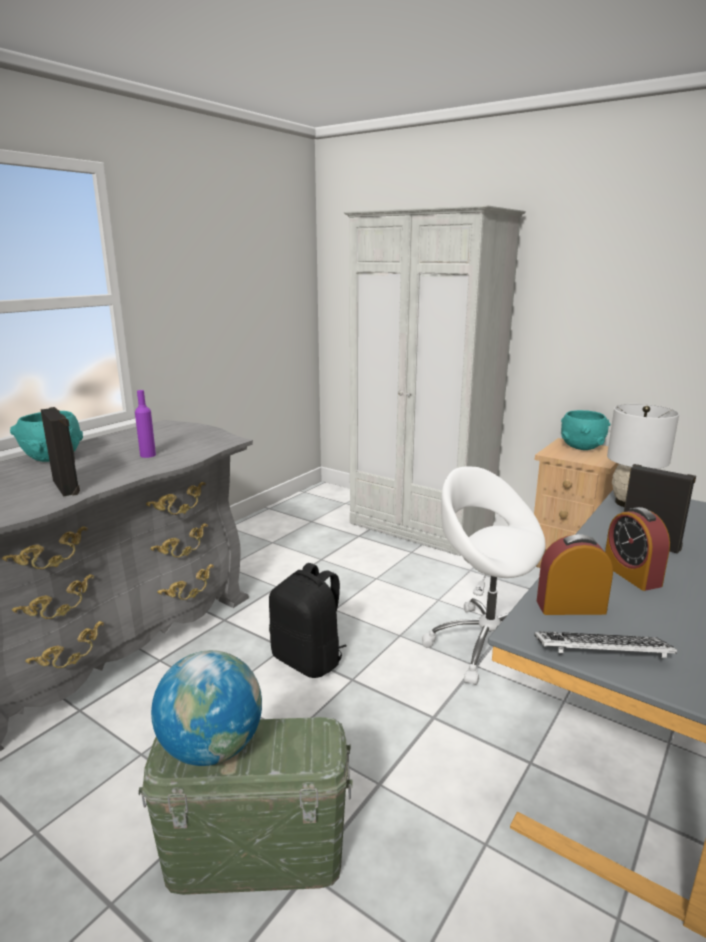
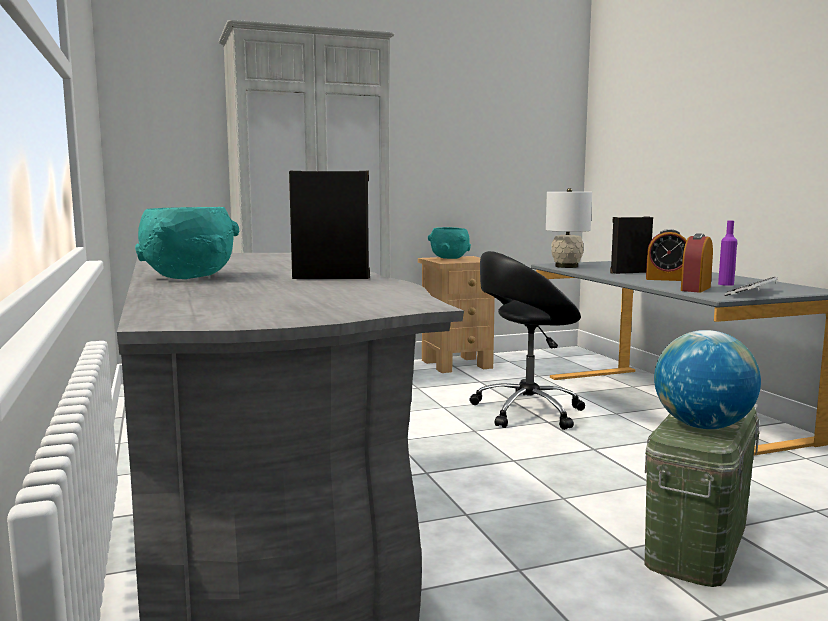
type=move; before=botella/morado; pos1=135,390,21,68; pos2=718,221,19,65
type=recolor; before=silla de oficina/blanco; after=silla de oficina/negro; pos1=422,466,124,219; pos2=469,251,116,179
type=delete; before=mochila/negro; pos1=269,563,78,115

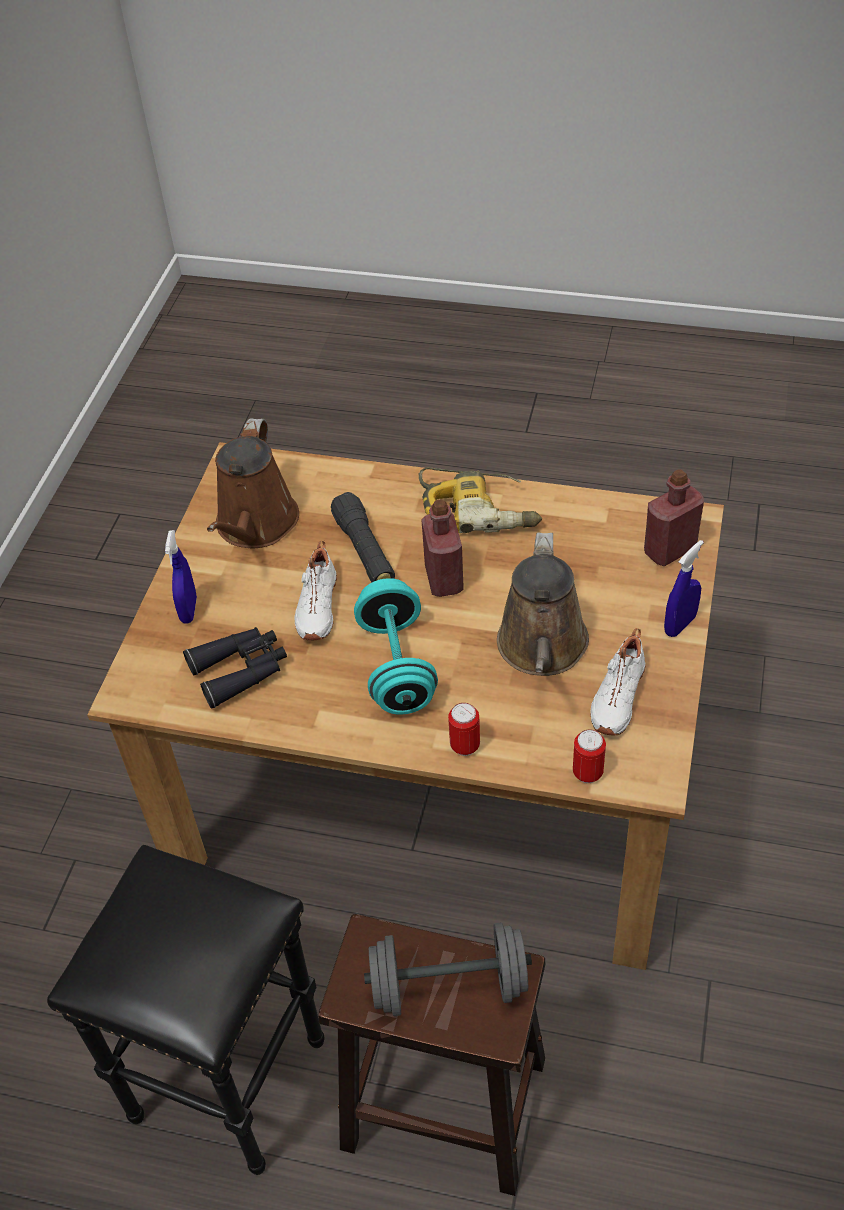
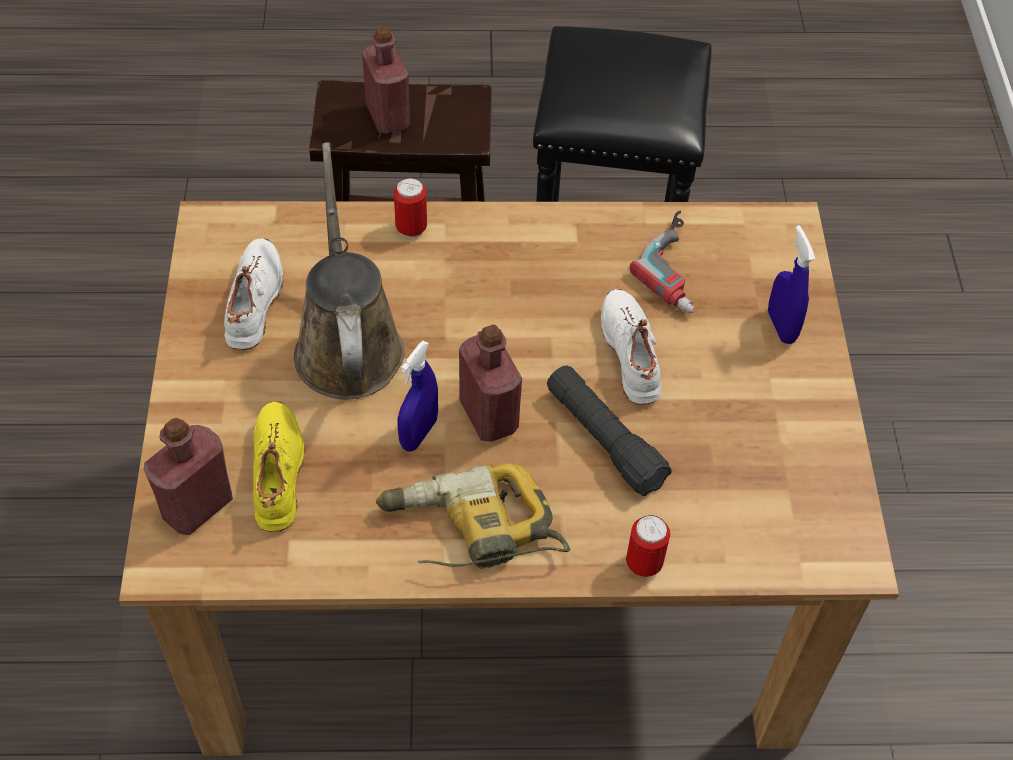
type=delete; before=regadera/marrón; pos1=207,418,92,130
type=move; before=pulverizador/azul; pos1=664,540,40,97; pos2=398,341,40,110
type=delete; before=mancuerna/turquesa; pos1=354,578,84,136
type=replace; before=prismáticos/negro; after=taladro; pos1=183,627,104,82; pos2=630,210,65,103
type=move; before=lata; pos1=573,730,33,53; pos2=626,515,44,62
type=replace; before=mancuerna/gris; after=botella/rojo; pos1=364,922,168,94; pos2=362,26,48,108
type=insert; after=zapato/amarillo; pos2=253,401,52,131

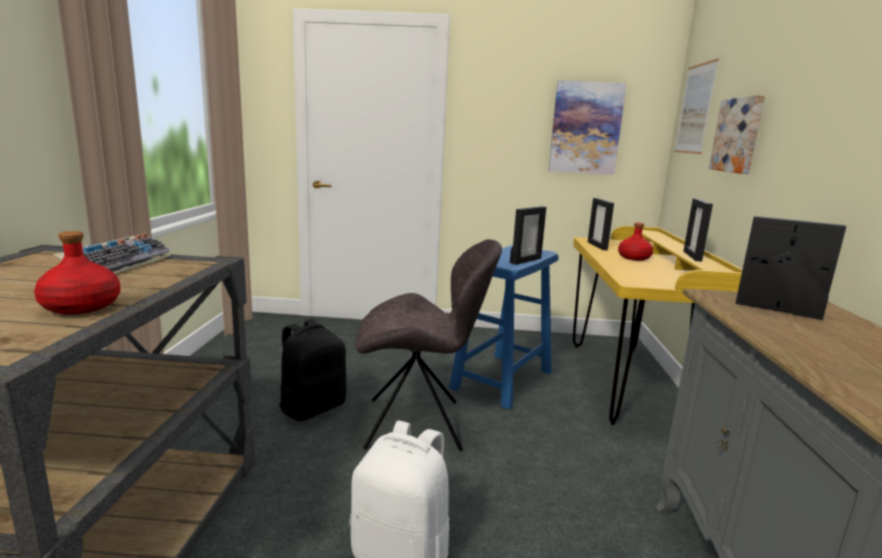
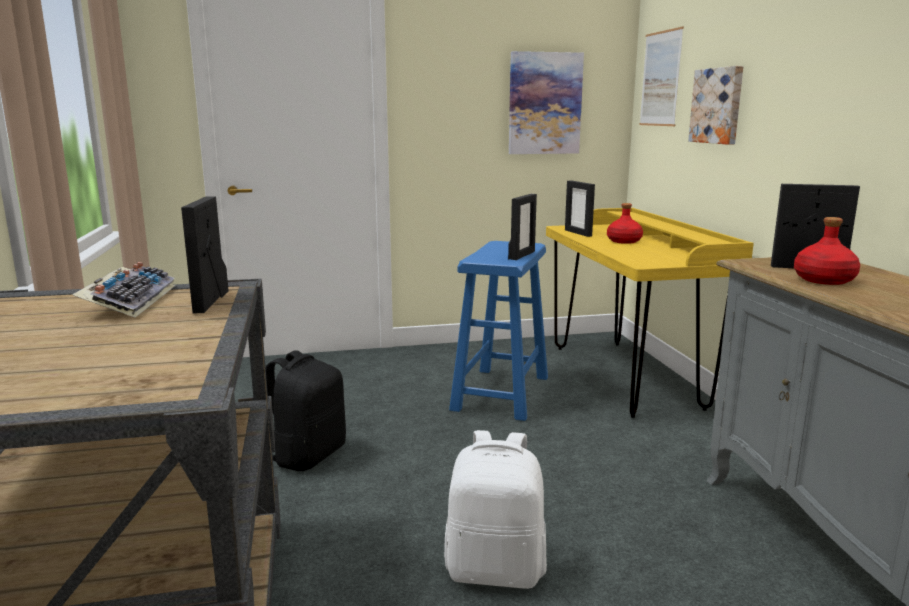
type=move; before=portarretratos; pos1=684,198,29,64; pos2=181,196,48,117
type=move; before=botella/rojo; pos1=34,231,87,84; pos2=794,217,66,68
type=delete; before=silla/gris; pos1=355,239,147,212

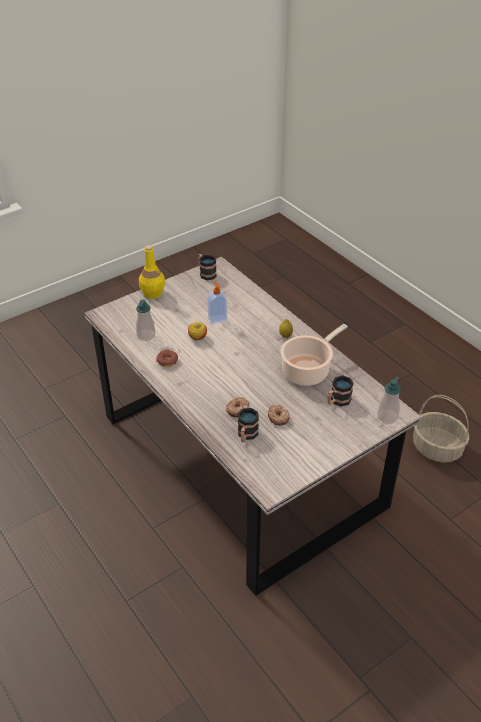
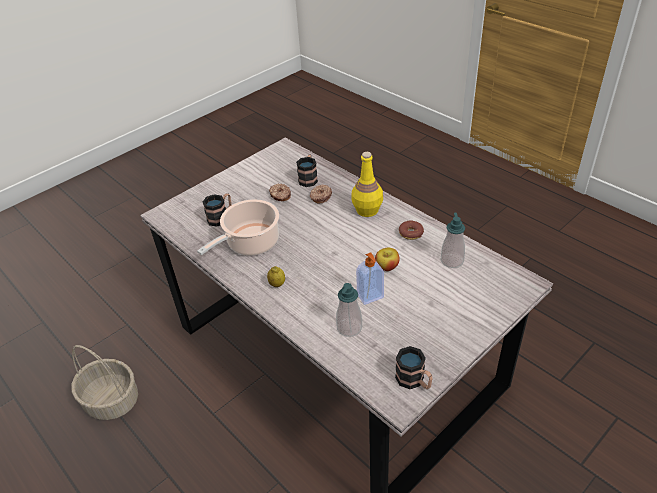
type=move; before=botella/amarillo; pos1=139,245,26,54; pos2=351,152,32,65
type=move; before=dispensador de jabón; pos1=378,377,23,46; pos2=336,283,26,54

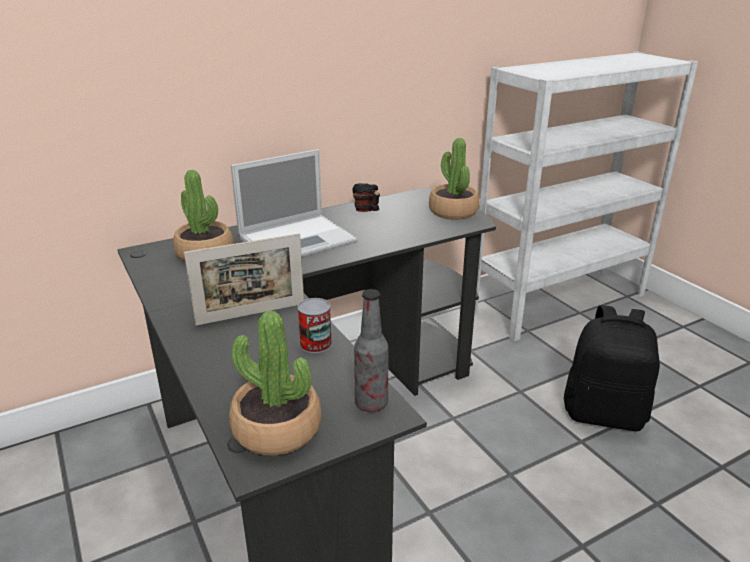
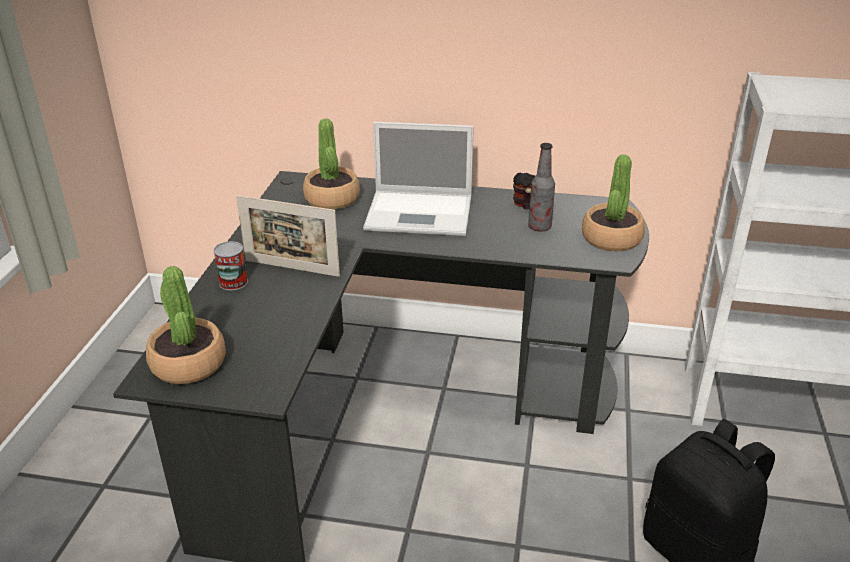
type=move; before=botella; pos1=354,289,34,123; pos2=528,143,27,89
type=move; before=lata; pos1=298,298,34,55; pos2=213,241,35,49

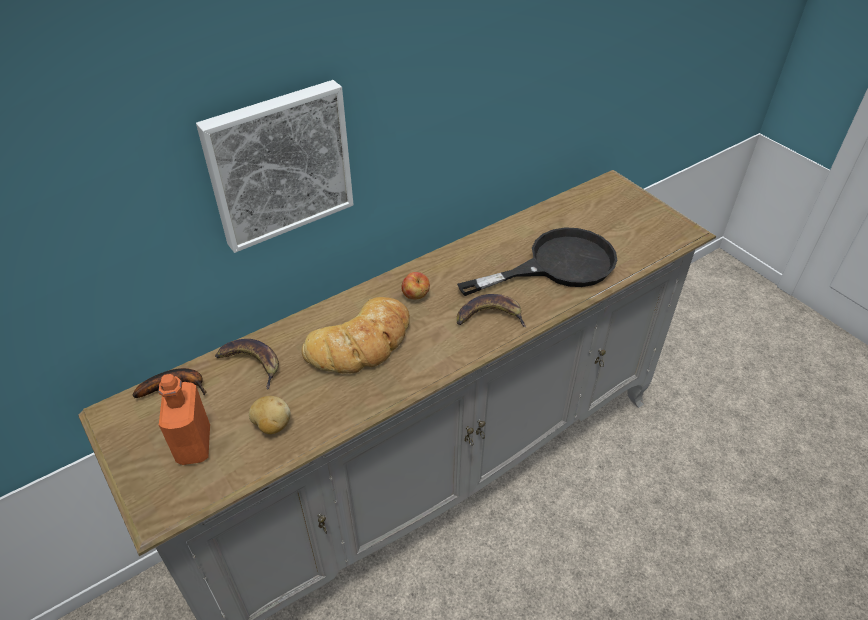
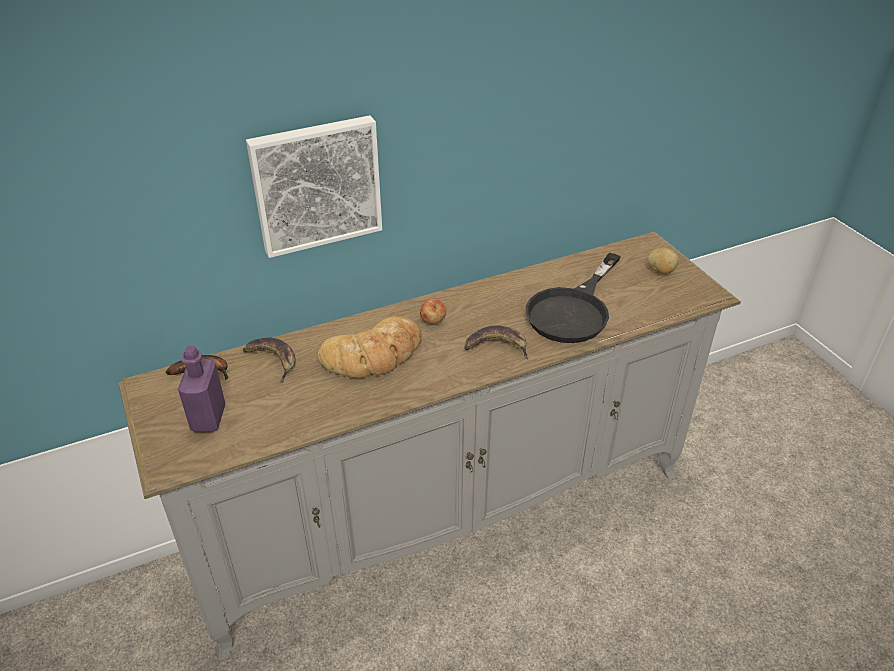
type=rotate; before=sartén/negro; pos1=457,228,160,68; pos2=526,253,95,90; turn=135
type=recolor; before=botella/naranja; after=botella/morado; pos1=158,374,52,91; pos2=178,346,47,86
type=move; before=patata; pos1=249,396,42,38; pos2=648,248,31,26

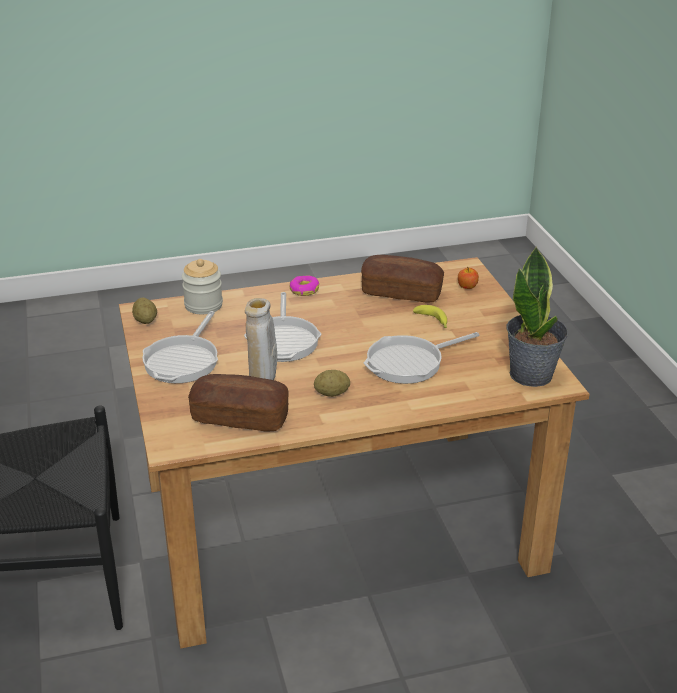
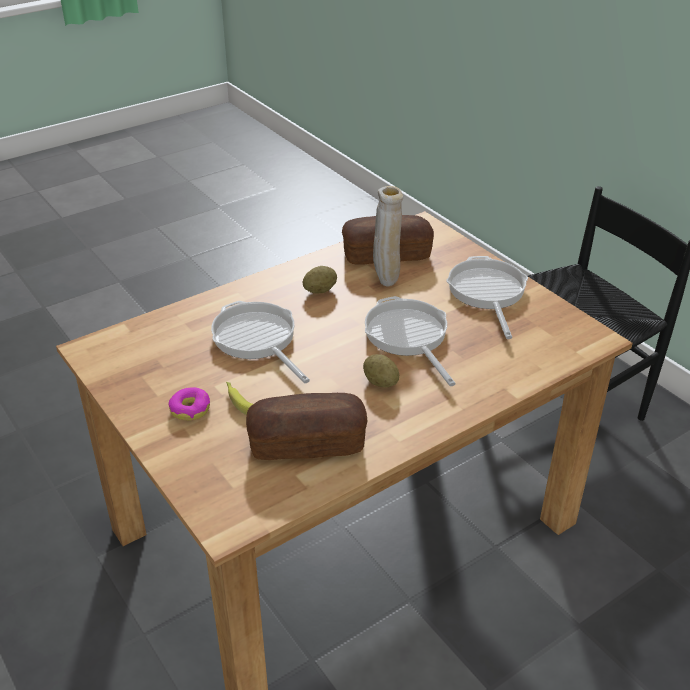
type=delete; before=planta en maceta; pos1=506,246,62,141
type=delete; before=tarro; pos1=182,259,41,55
type=delete; before=manzana; pos1=458,267,21,22
type=move; before=rosquilla; pos1=290,276,29,20; pos2=168,387,42,33
type=move; before=patata; pos1=132,298,25,26; pos2=363,354,36,34
type=rotate; before=sartén; pos1=364,332,115,52; pos2=211,301,99,82; turn=-75

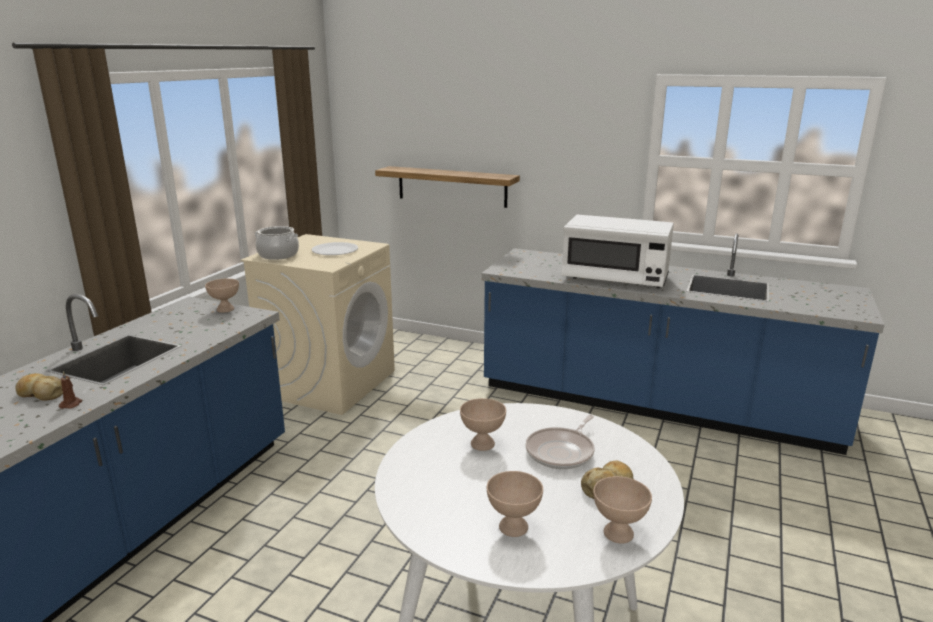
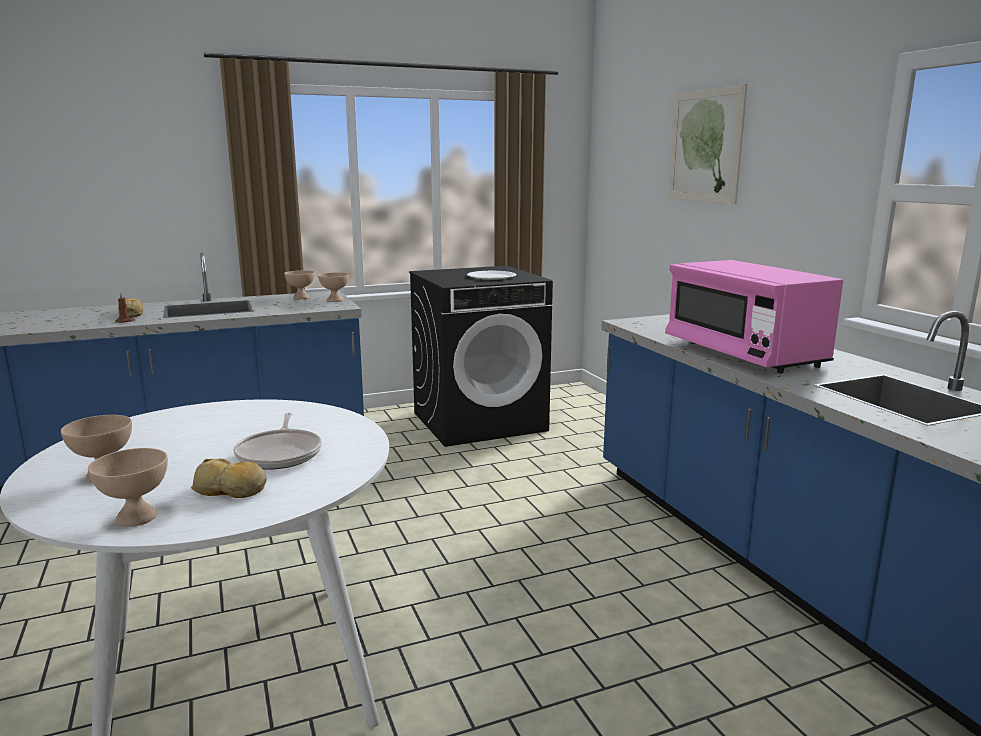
type=delete; before=estante; pos1=375,166,145,42
type=recolor; before=microondas/blanco; after=microondas/rosa; pos1=561,214,113,74; pos2=665,260,178,113
type=delete; before=olla; pos1=255,226,44,34
type=recolor; before=lavadora/beis; after=lavadora/negro; pos1=241,234,154,181; pos2=409,266,144,181
type=move; before=cuenco/beis; pos1=460,398,46,53; pos2=284,270,31,29
type=rotate; before=sartén; pos1=525,415,70,54; pos2=233,413,89,57; turn=-90
type=insert; after=cuadro; pos2=668,84,79,120

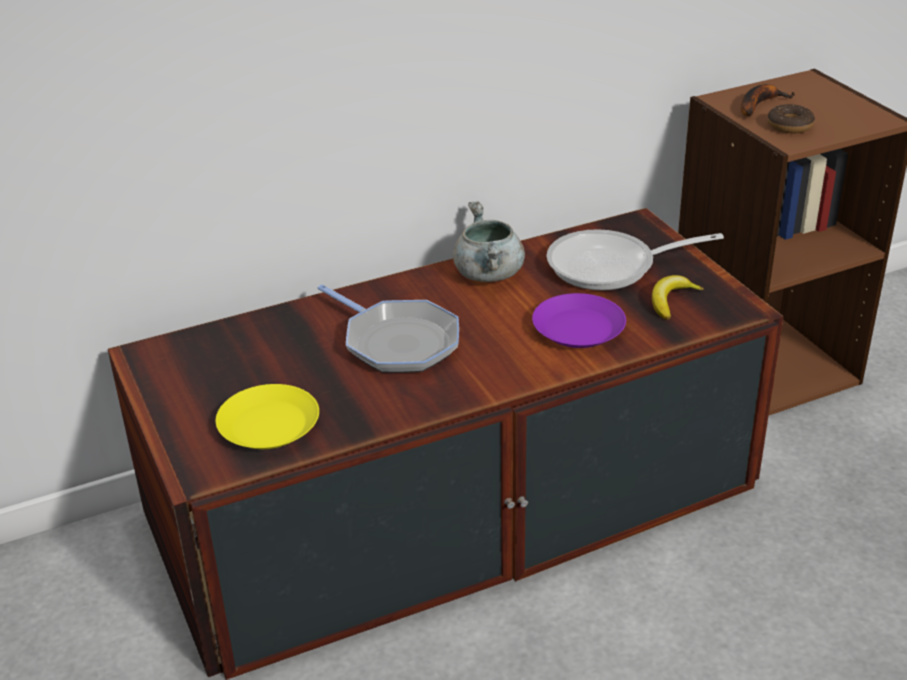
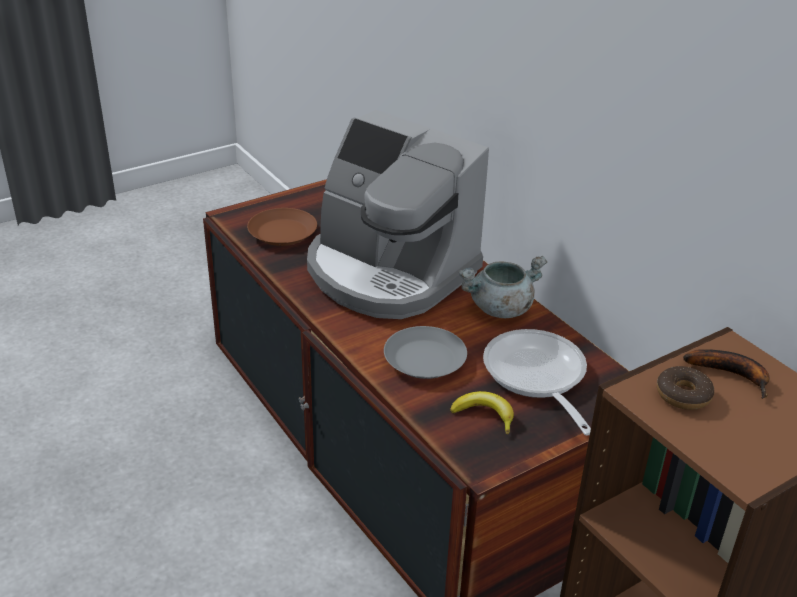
type=replace; before=sartén; after=cafetera; pos1=317,284,142,89; pos2=307,110,182,209
type=recolor; before=plato/morado; after=plato/gris; pos1=532,293,94,55; pos2=384,326,83,53
type=recolor; before=plato/amarillo; after=plato/marrón; pos1=216,384,103,65; pos2=247,208,70,38

